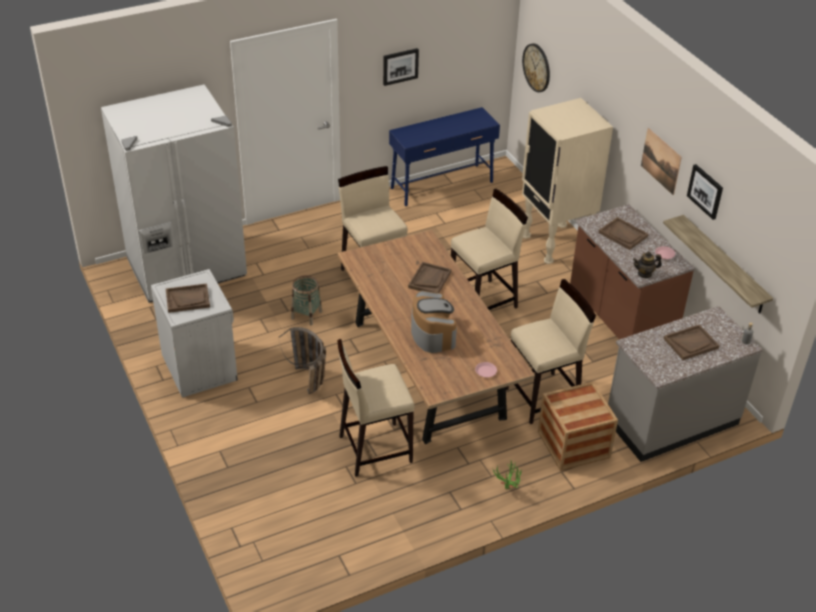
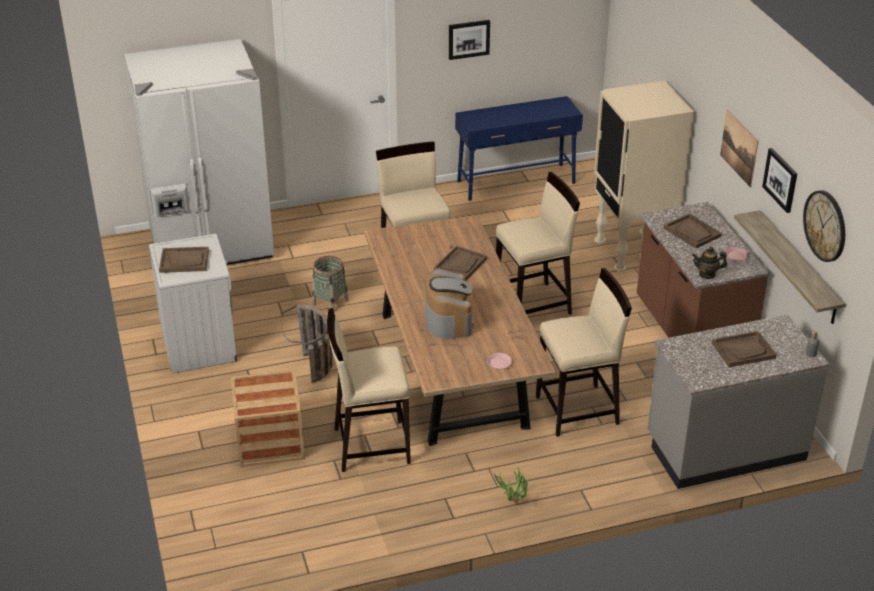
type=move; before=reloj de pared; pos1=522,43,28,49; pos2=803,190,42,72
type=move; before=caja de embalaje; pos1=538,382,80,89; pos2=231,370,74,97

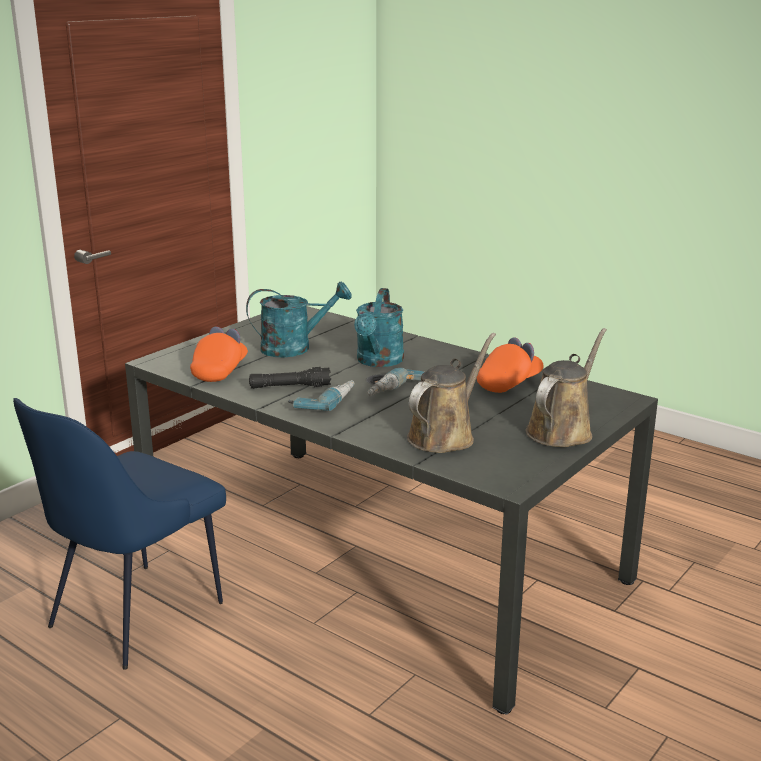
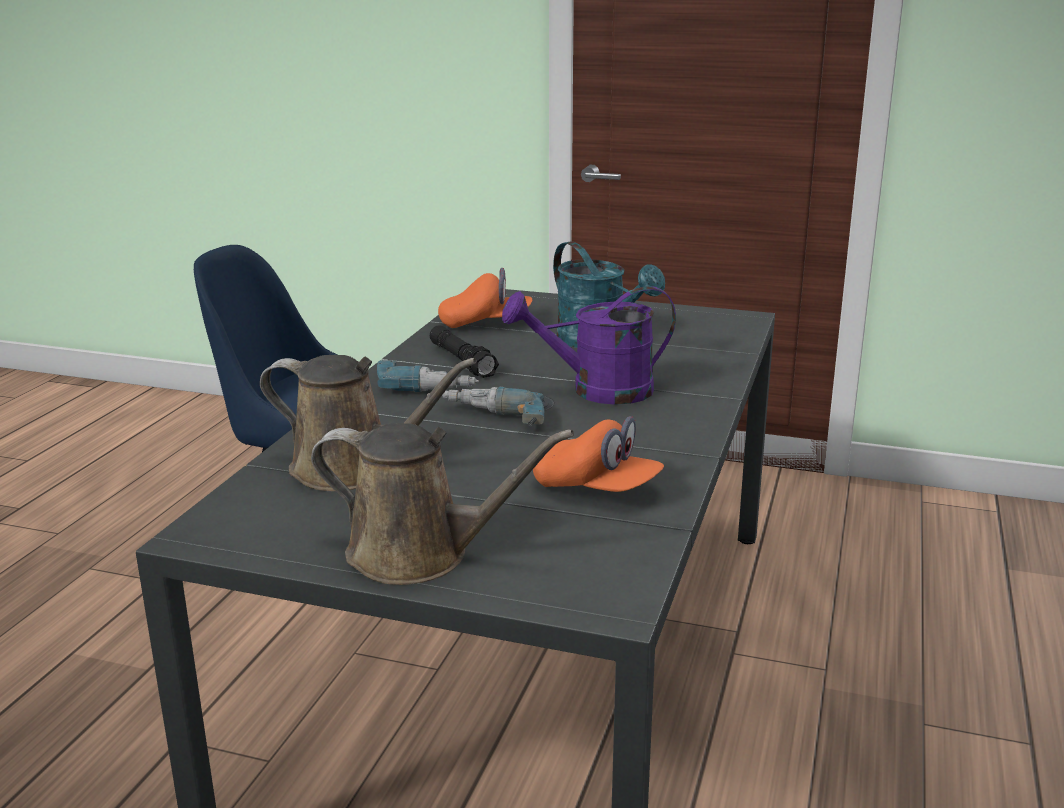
type=recolor; before=regadera/turquesa; after=regadera/morado; pos1=354,288,50,79; pos2=502,286,174,119

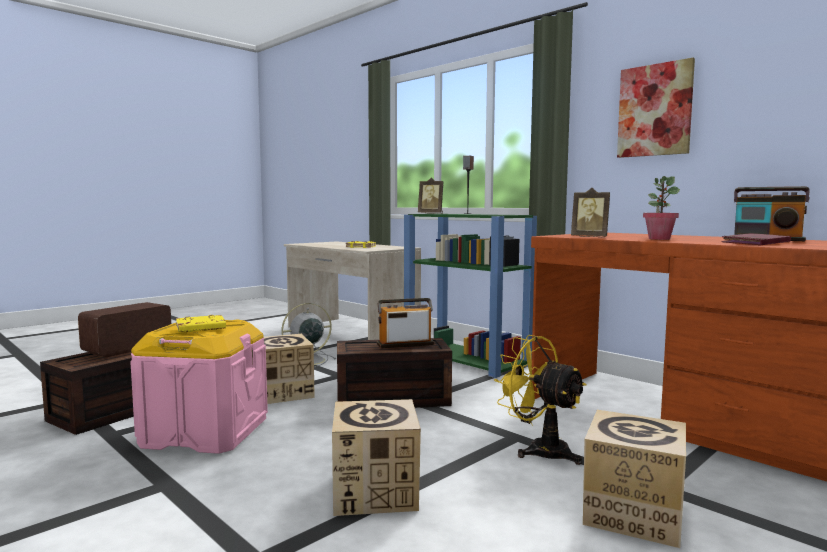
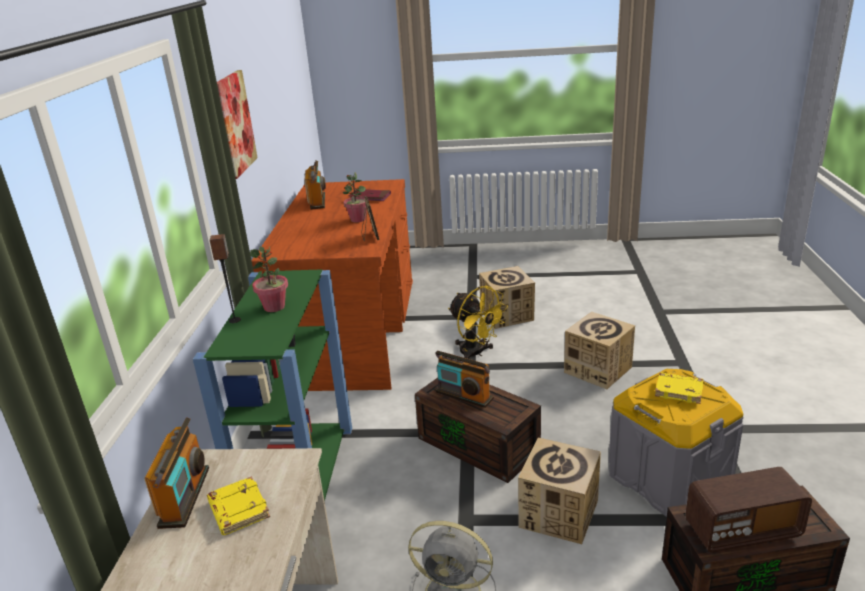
type=delete; before=portarretratos; pos1=418,178,26,36
type=recolor; before=caja de almacenaje/rosa; after=caja de almacenaje/gris; pos1=130,320,138,134; pos2=609,369,135,148
type=rotate; before=ventilador/amarillo; pos1=494,335,93,130; pos2=448,286,60,73; turn=-45
type=insert; after=planta en maceta; pos2=250,246,38,66
type=insert; after=radio; pos2=144,417,65,112

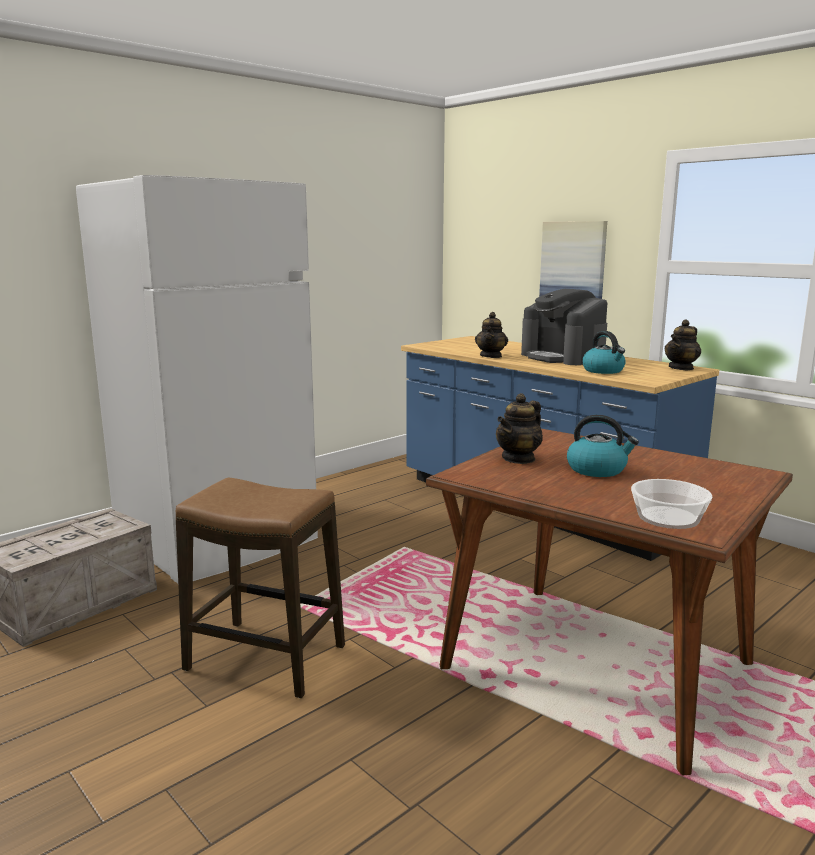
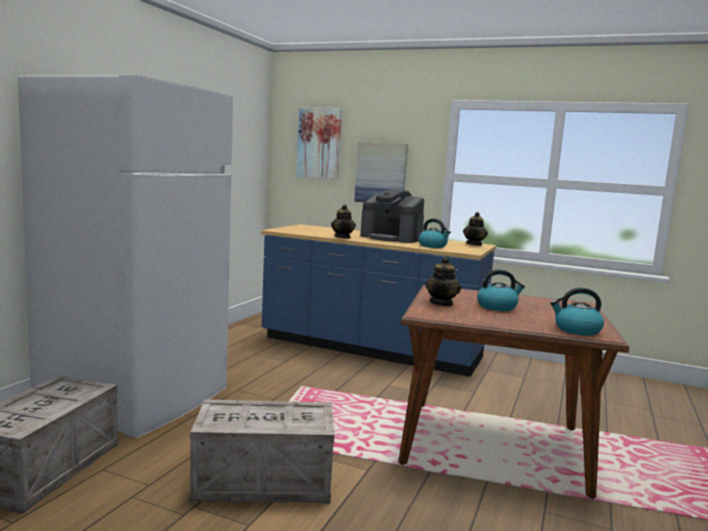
type=replace; before=taburete; after=caja de embalaje; pos1=176,478,169,220; pos2=189,399,145,105
type=replace; before=cuenco; after=hervidor; pos1=631,479,81,50; pos2=550,288,54,48
type=insert; after=cuadro; pos2=296,107,46,73

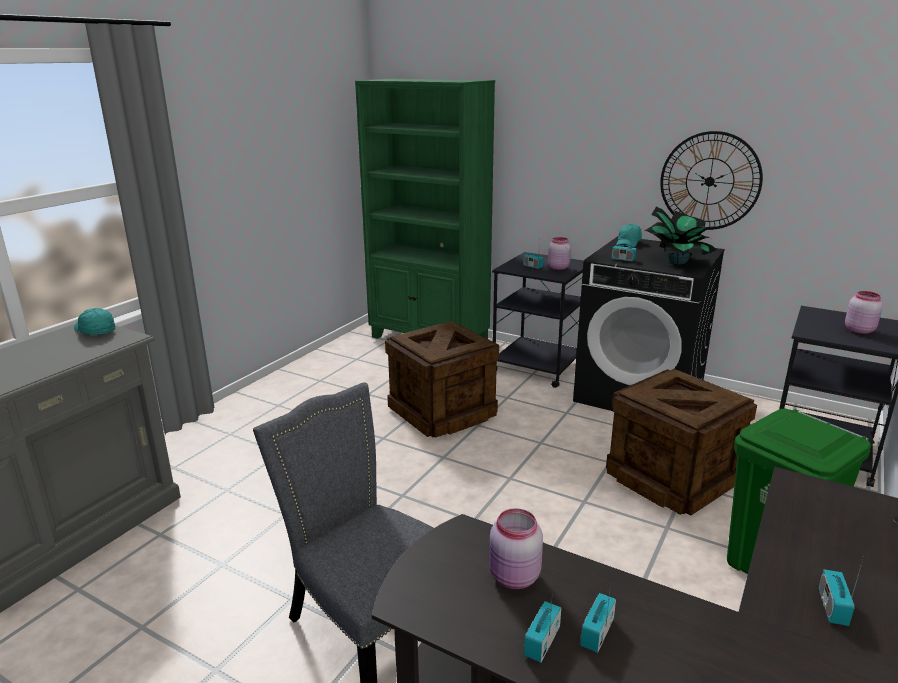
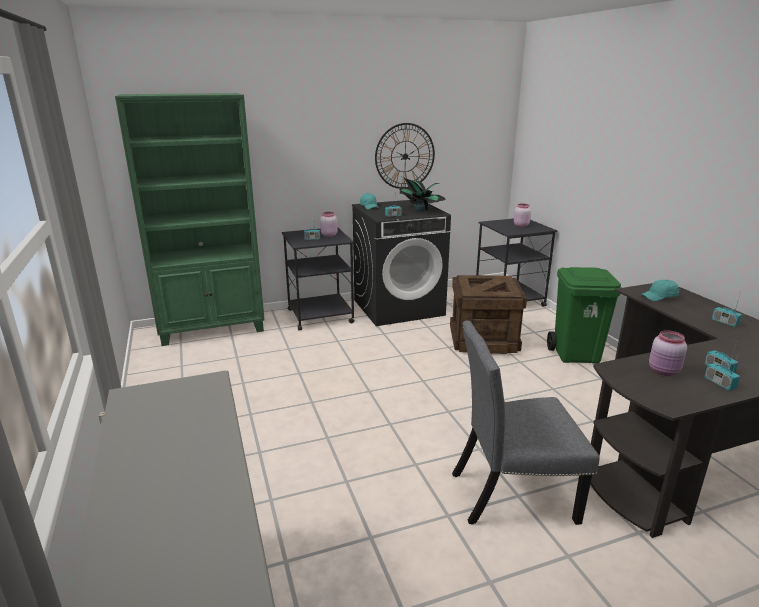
type=move; before=gorra/turquesa; pos1=74,308,42,27; pos2=641,280,38,21
type=delete; before=caja de embalaje; pos1=385,321,114,117

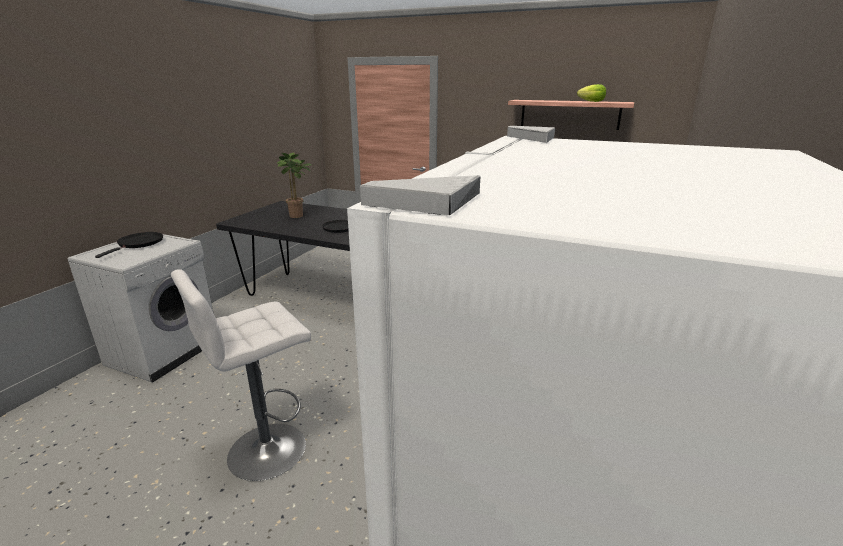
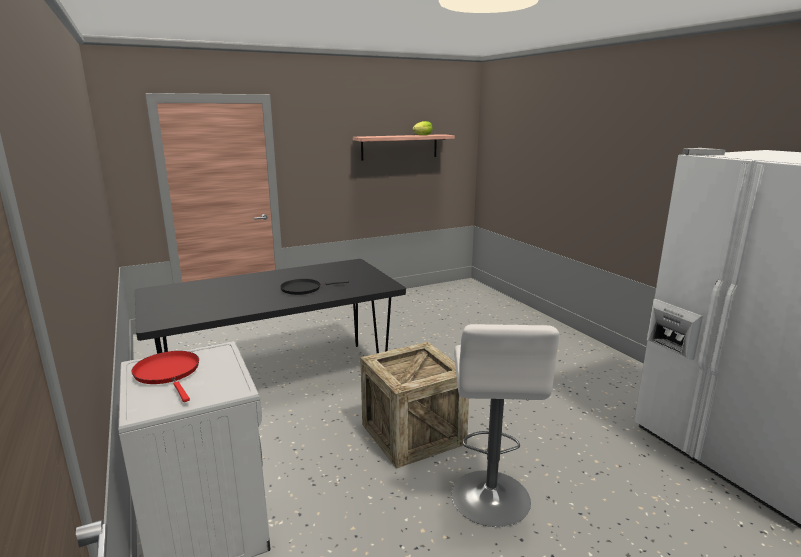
type=delete; before=planta en maceta; pos1=277,152,34,66
type=recolor; before=sartén/negro; after=sartén/rojo; pos1=95,232,68,26; pos2=131,351,68,51
type=insert; after=caja de embalaje; pos2=360,342,109,127

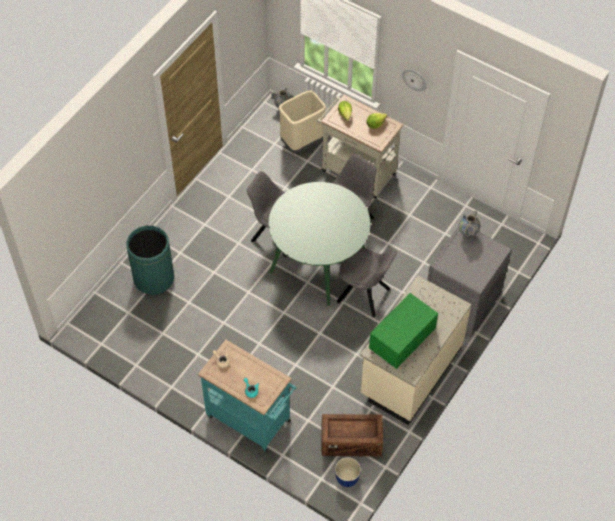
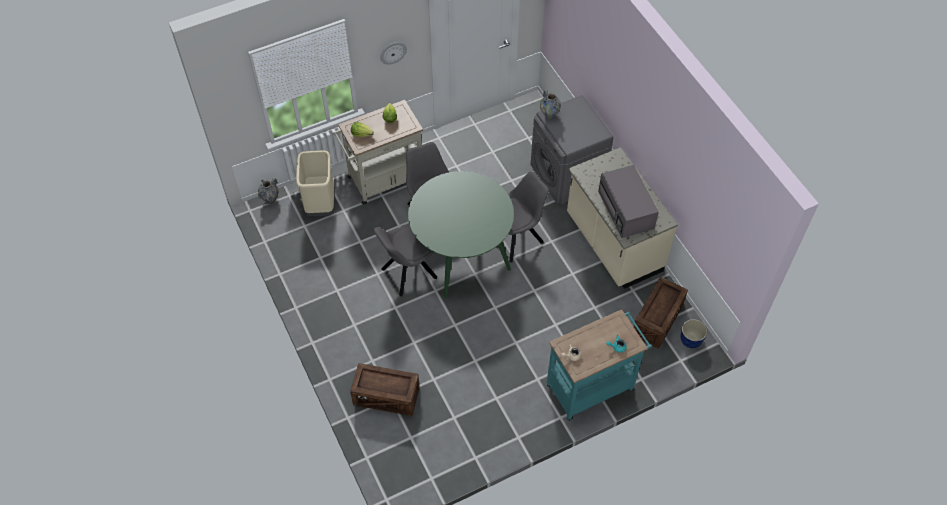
type=replace; before=papelera/verde; after=caja de embalaje; pos1=126,226,48,69; pos2=350,363,70,53
type=recolor; before=microondas/verde; after=microondas/gris; pos1=369,293,69,76; pos2=598,165,61,73

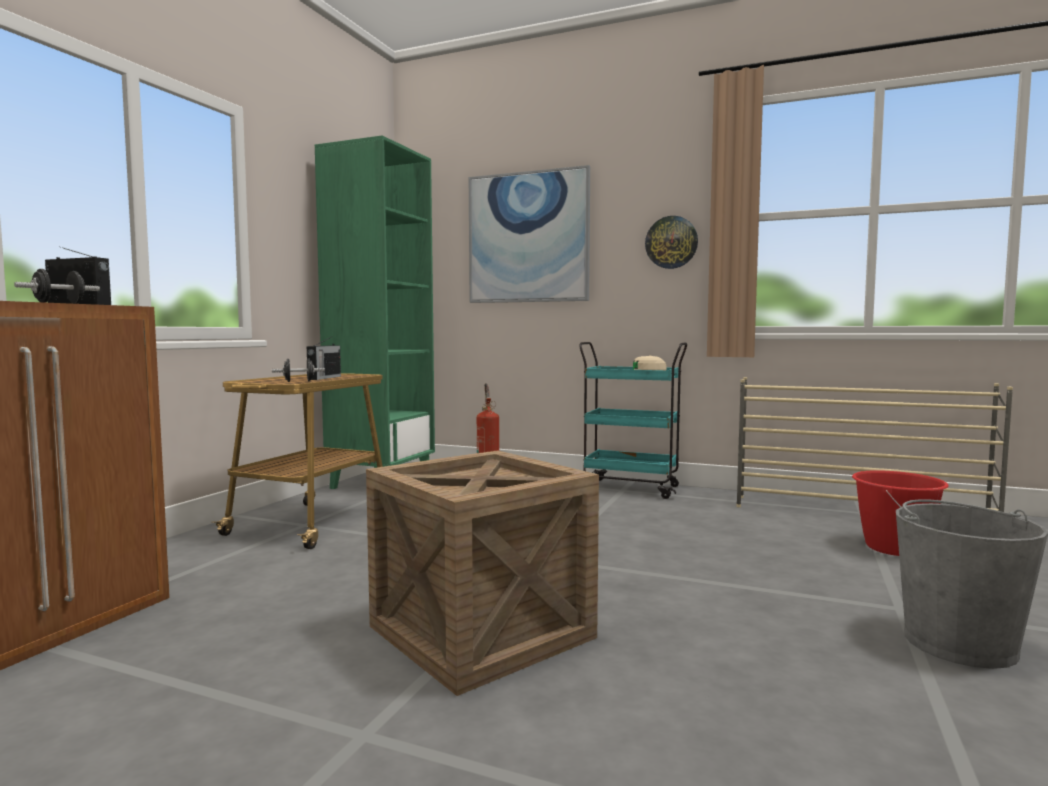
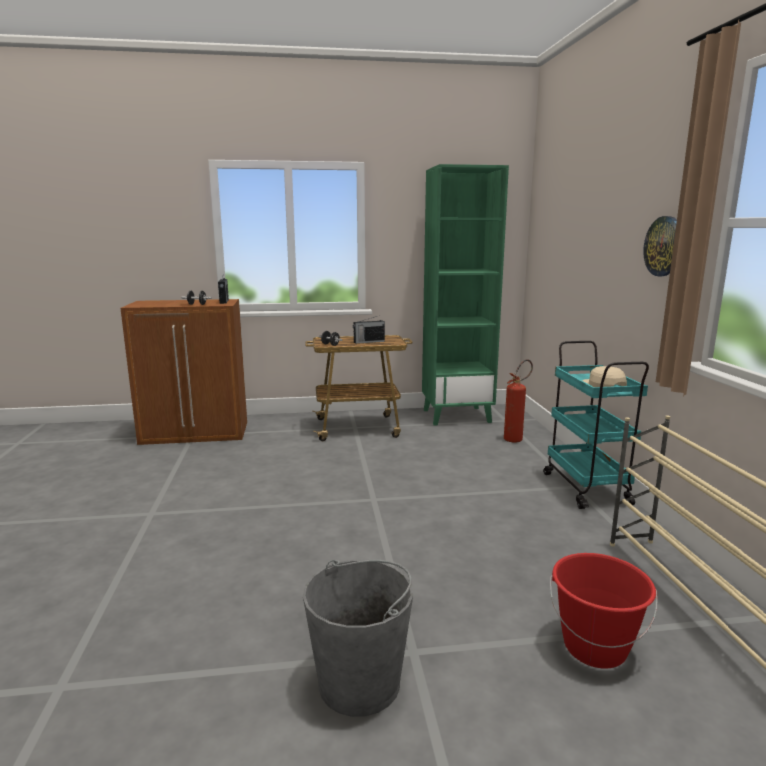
type=delete; before=cuadro; pos1=469,165,121,138
type=delete; before=caja de embalaje; pos1=366,450,233,246

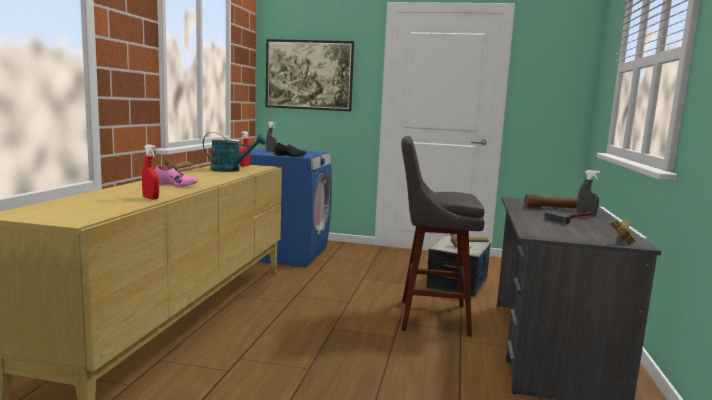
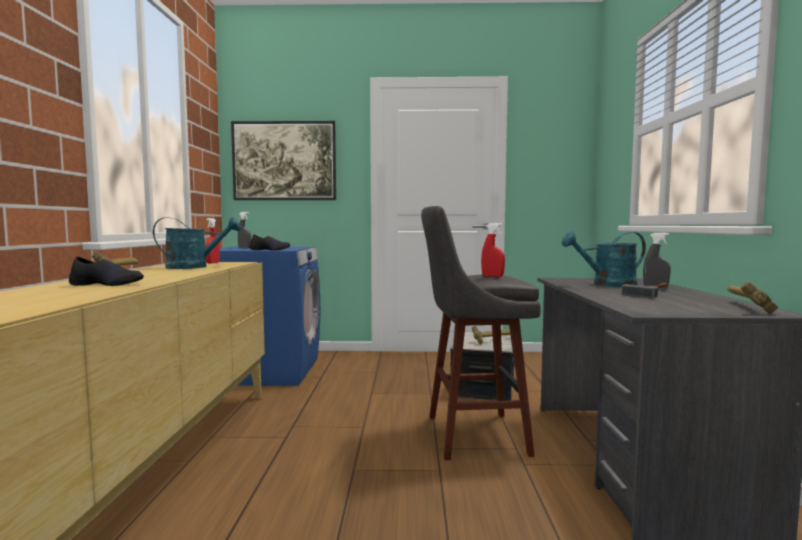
type=move; before=pulverizador/rojo; pos1=142,144,17,56; pos2=481,223,24,54
type=recolor; before=zapato/rosa; after=zapato/negro; pos1=155,165,43,22; pos2=69,256,75,30
type=replace; before=linterna/marrón; after=regadera/turquesa; pos1=524,194,53,14; pos2=562,231,84,56

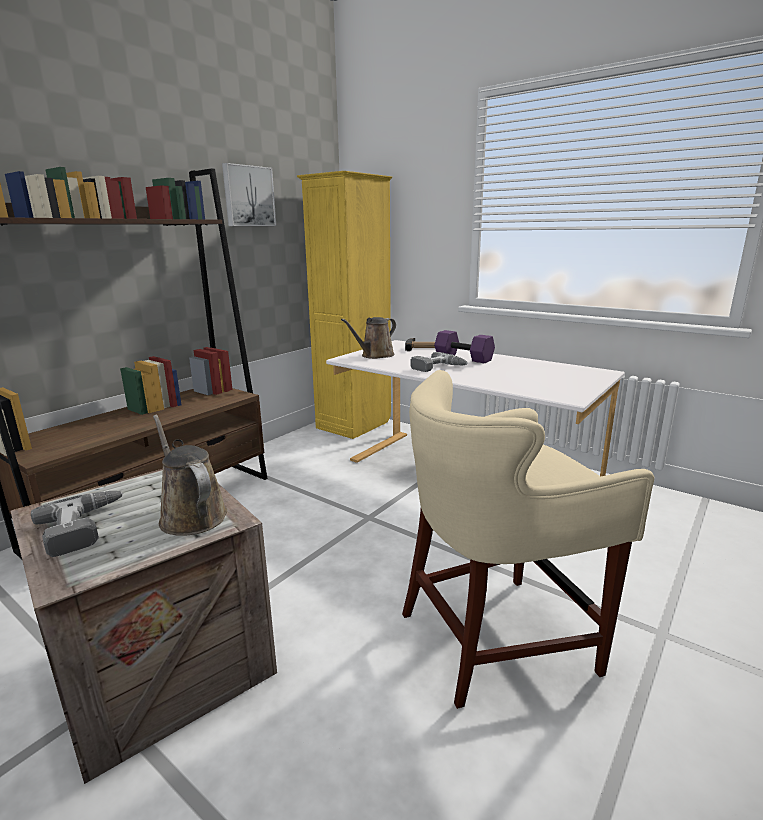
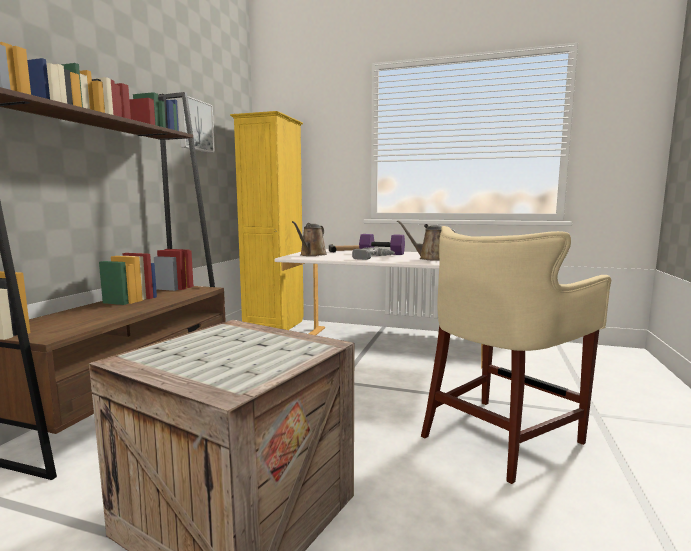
type=move; before=regadera/marrón; pos1=153,415,74,121; pos2=397,220,60,41
type=delete; before=taladro; pos1=31,491,93,66

